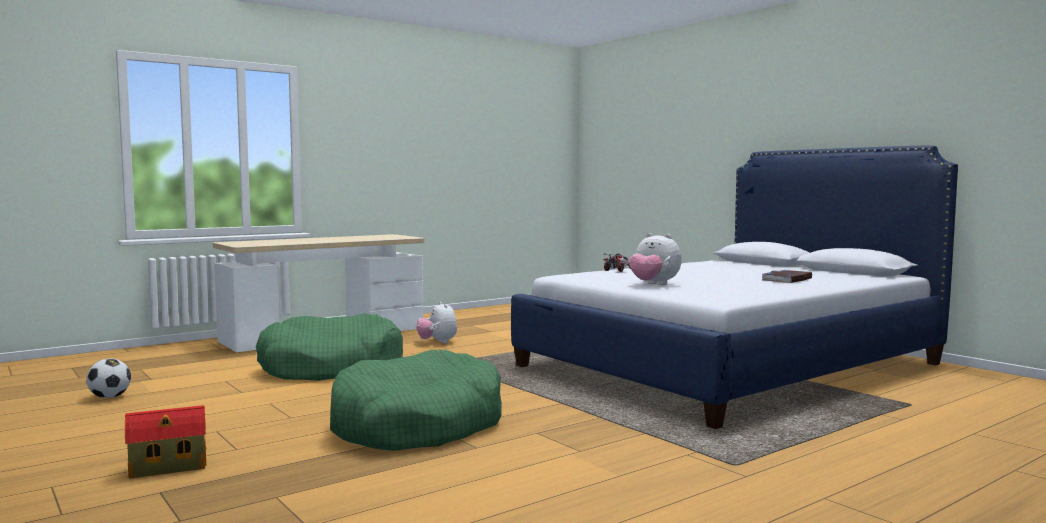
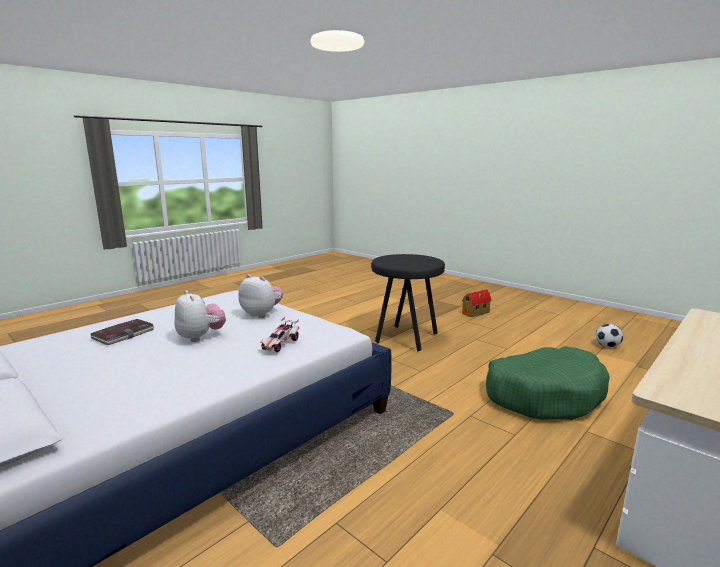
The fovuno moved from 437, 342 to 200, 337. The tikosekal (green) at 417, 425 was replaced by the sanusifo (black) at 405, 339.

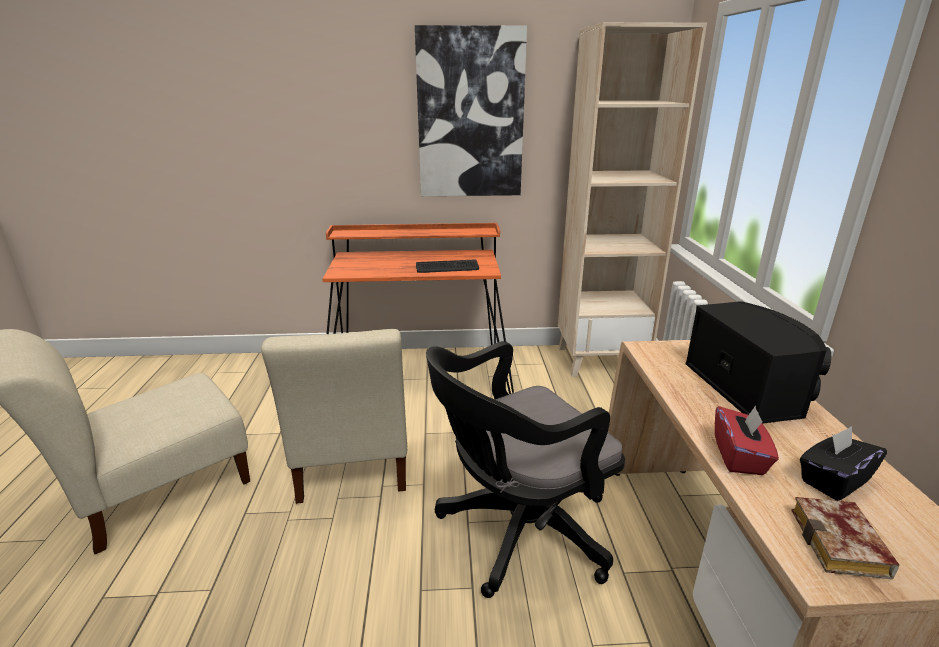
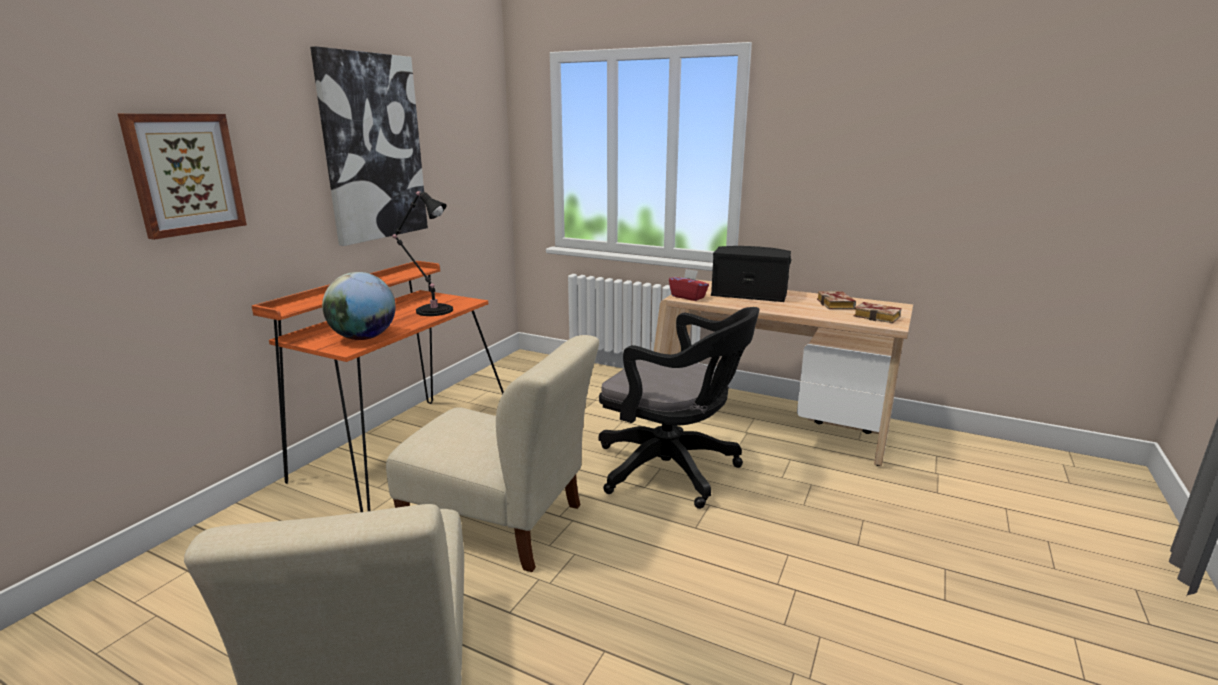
The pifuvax at 185, 174 appeared. The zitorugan at 363, 338 appeared. The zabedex at 447, 267 was replaced by the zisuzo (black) at 432, 310. The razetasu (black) at 517, 532 turned 60 degrees counterclockwise. The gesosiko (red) moved from 739, 457 to 688, 297. The gesosiko (black) at 833, 480 was replaced by the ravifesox at 837, 305. The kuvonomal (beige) at 601, 360 disappeared.

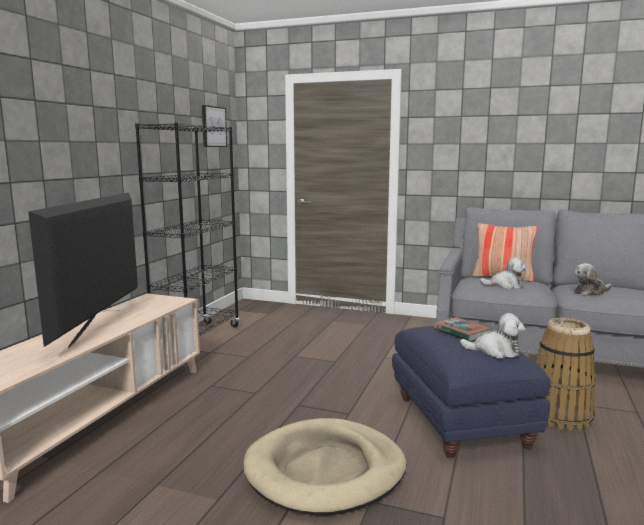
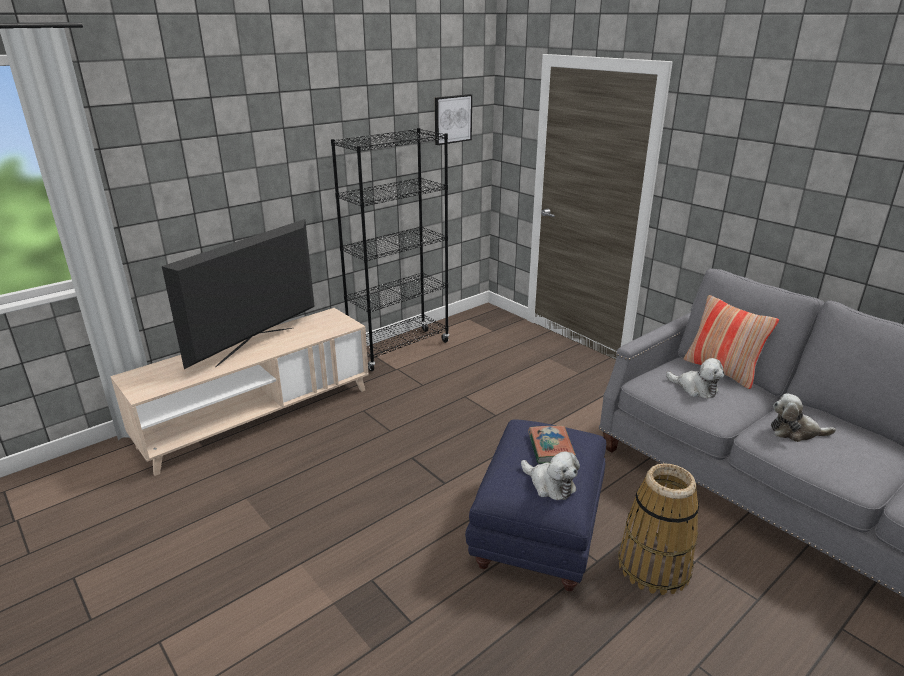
The tikosekal (beige) at 325, 471 disappeared.

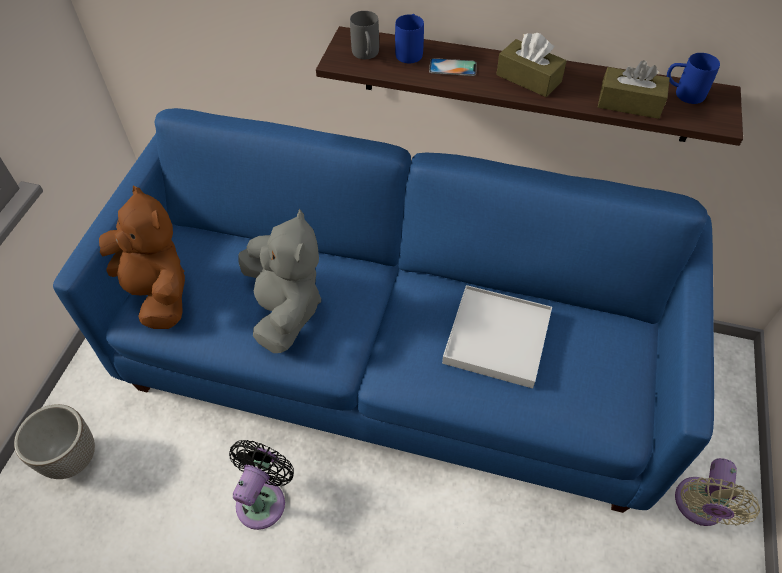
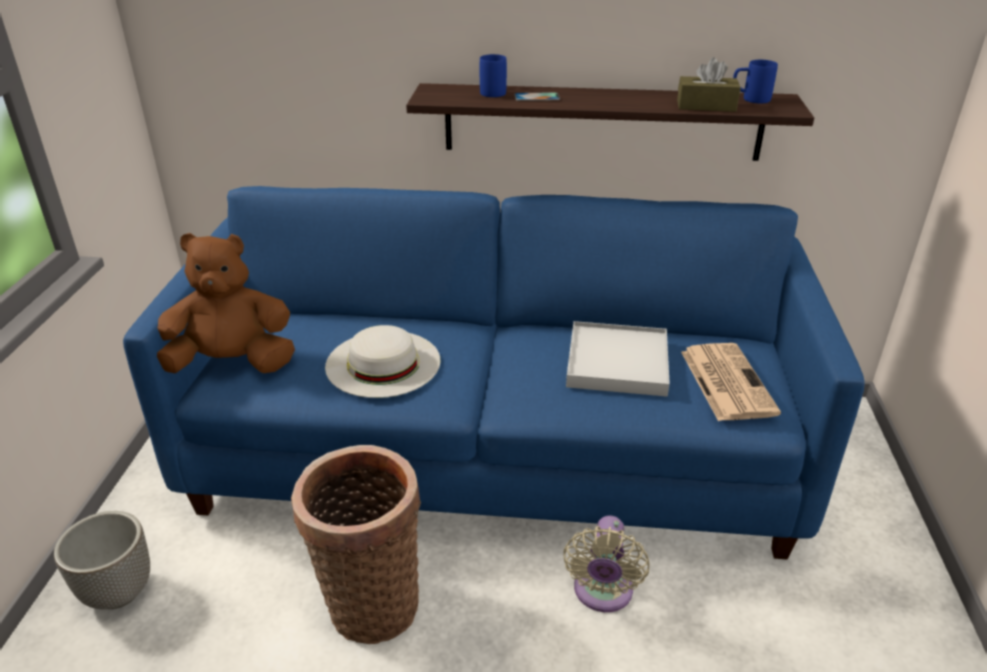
The fovuno (brown) at 155, 293 turned 45 degrees counterclockwise. The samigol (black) at 263, 499 was replaced by the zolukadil at 369, 601. The fovuno (grey) at 285, 309 was replaced by the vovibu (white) at 383, 363. The samigol (beige) moved from 699, 507 to 602, 593. The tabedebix at 726, 381 appeared. The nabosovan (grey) at 366, 55 disappeared. The gesosiko (brown) at 528, 78 disappeared.

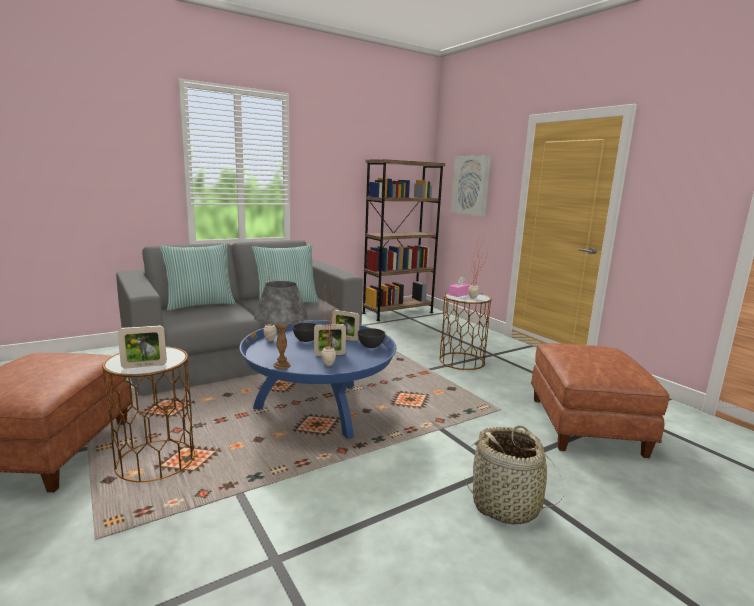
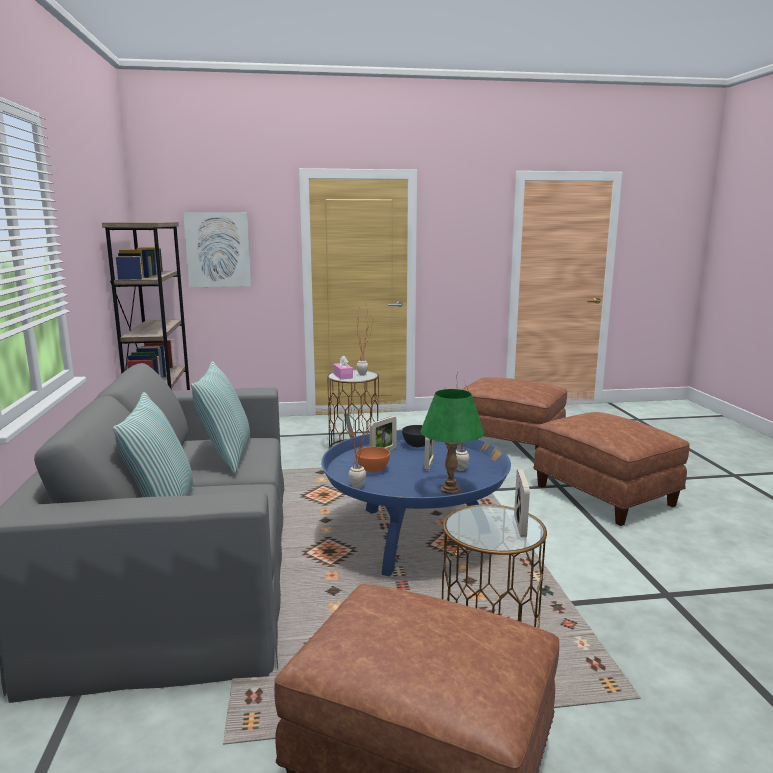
The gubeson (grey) at 306, 340 became the gubeson (orange) at 372, 470. The zisuzo (grey) at 281, 366 became the zisuzo (green) at 450, 490. The zolukadil at 506, 505 was replaced by the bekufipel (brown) at 606, 495.

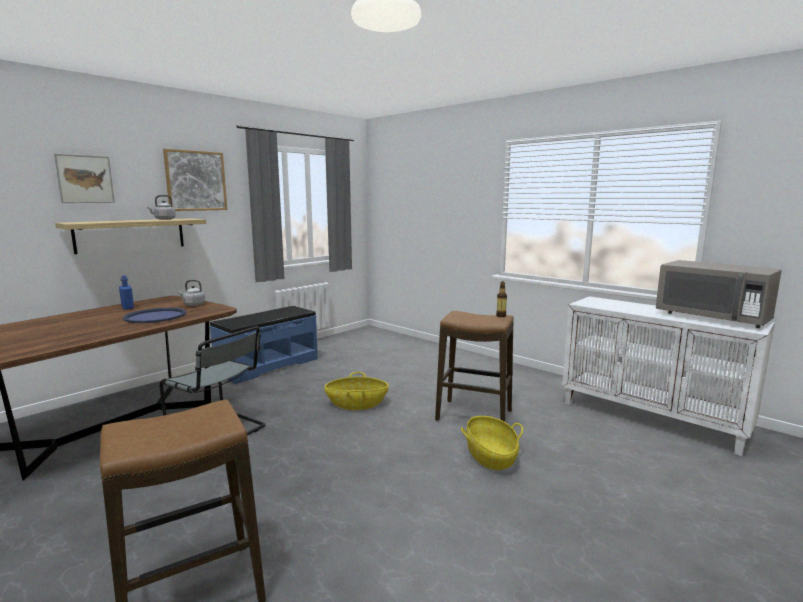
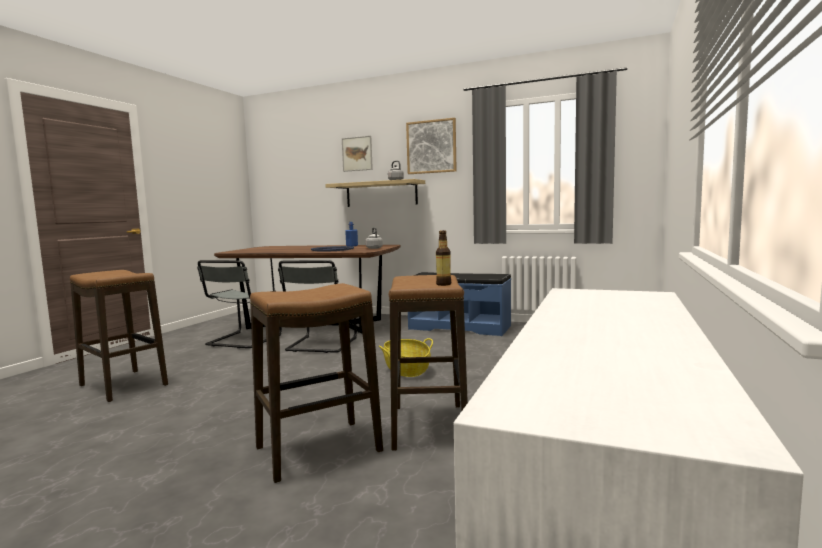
The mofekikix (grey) at 242, 341 appeared. The zolukadil at 490, 456 was replaced by the sanusifo at 319, 450. The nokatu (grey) at 711, 318 disappeared.

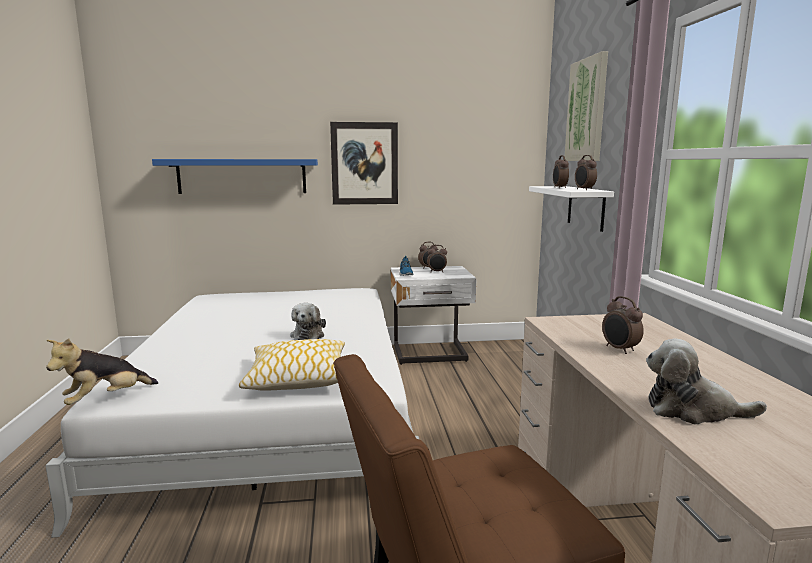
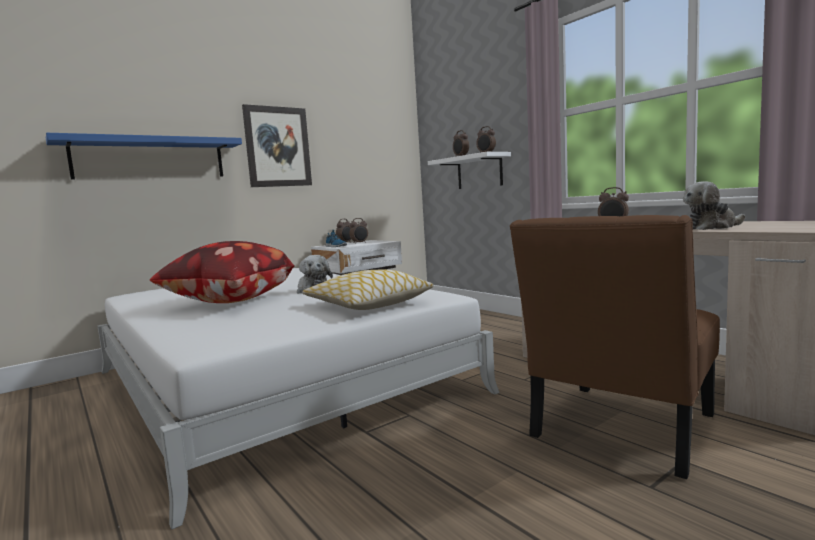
The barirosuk at 230, 302 appeared. The fovuno at 105, 399 disappeared. The pifuvax at 587, 110 disappeared.

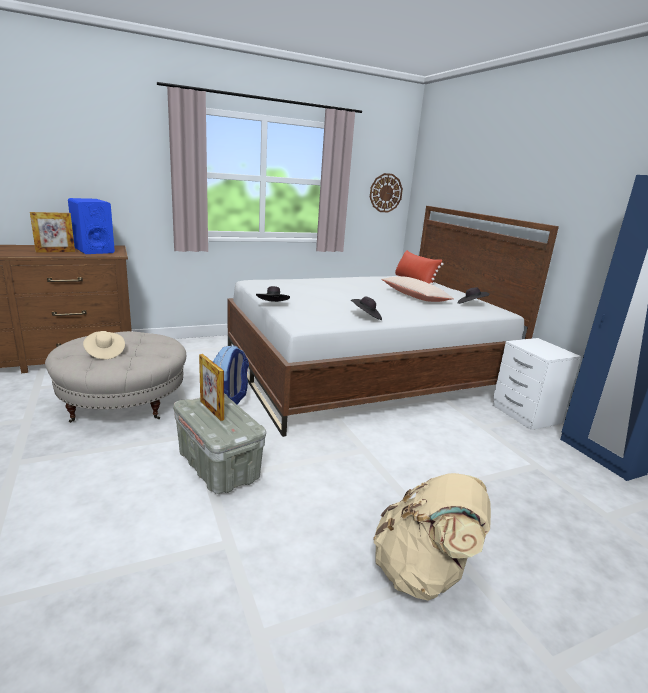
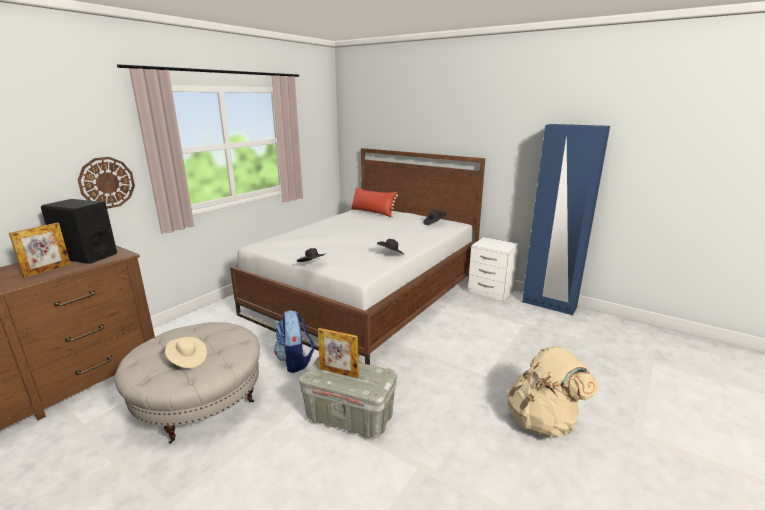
The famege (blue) at 93, 250 became the famege (black) at 86, 256. The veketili moved from 385, 193 to 107, 182. The barirosuk (beige) at 415, 297 disappeared.

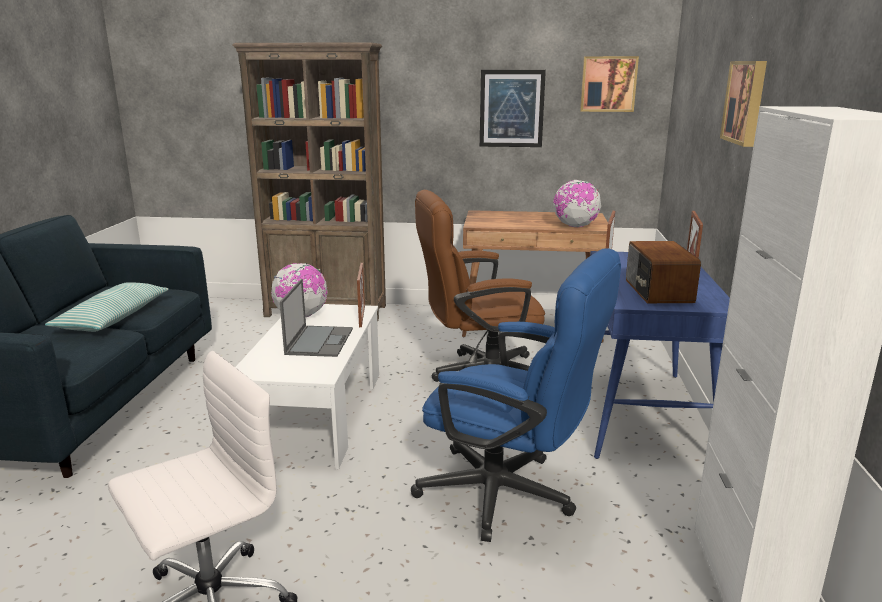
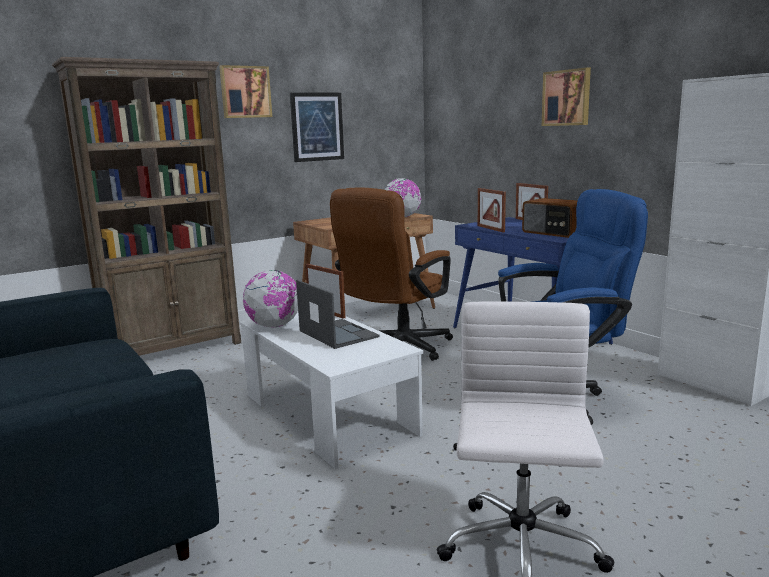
The pifuvax moved from 608, 84 to 245, 92. The barirosuk at 113, 318 disappeared.

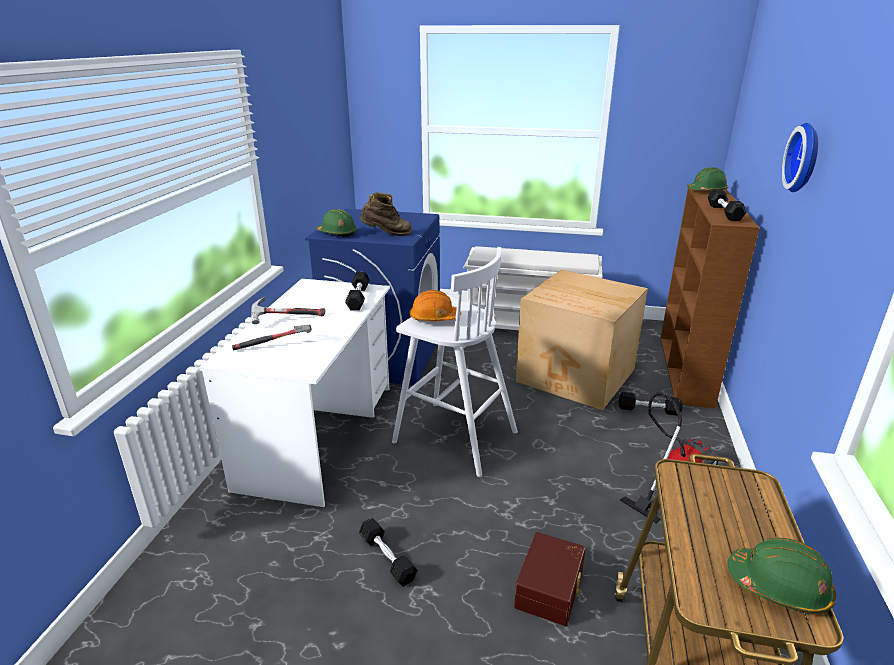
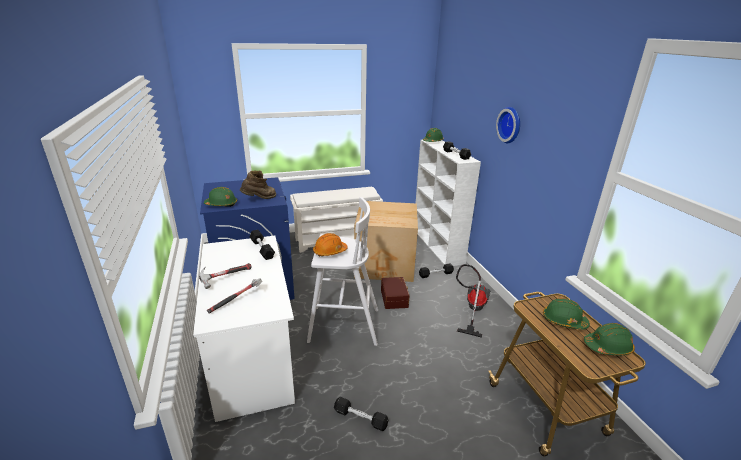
The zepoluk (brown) moved from 551, 588 to 395, 298. The kuvonomal (brown) at 685, 370 became the kuvonomal (white) at 438, 246. The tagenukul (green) at 563, 321 appeared.

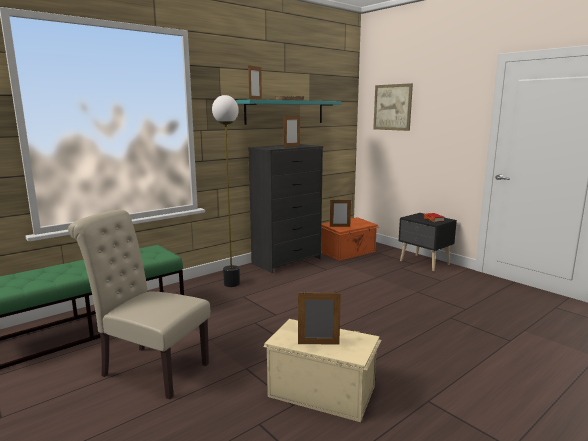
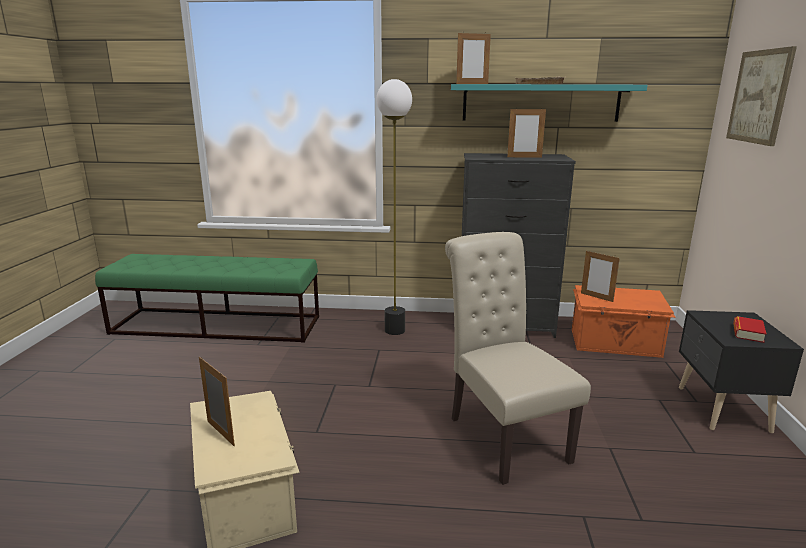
The mofekikix (beige) moved from 149, 368 to 502, 434.

